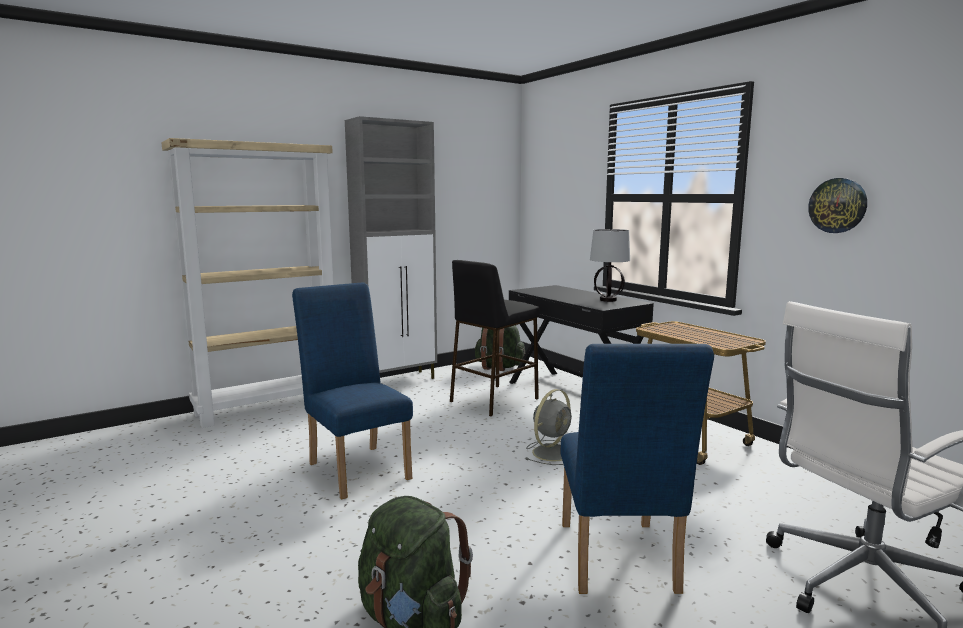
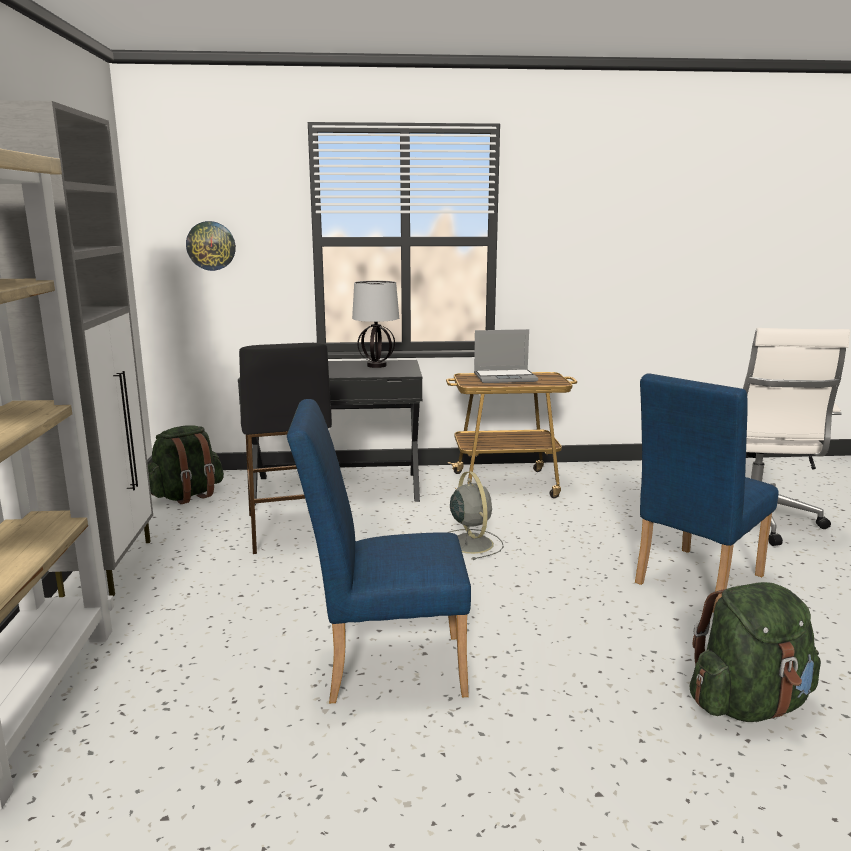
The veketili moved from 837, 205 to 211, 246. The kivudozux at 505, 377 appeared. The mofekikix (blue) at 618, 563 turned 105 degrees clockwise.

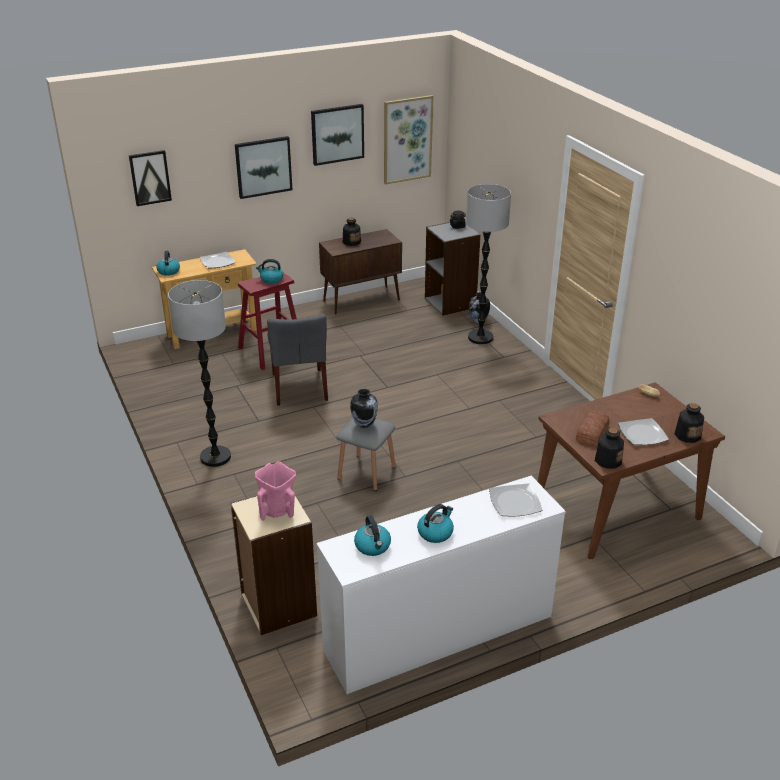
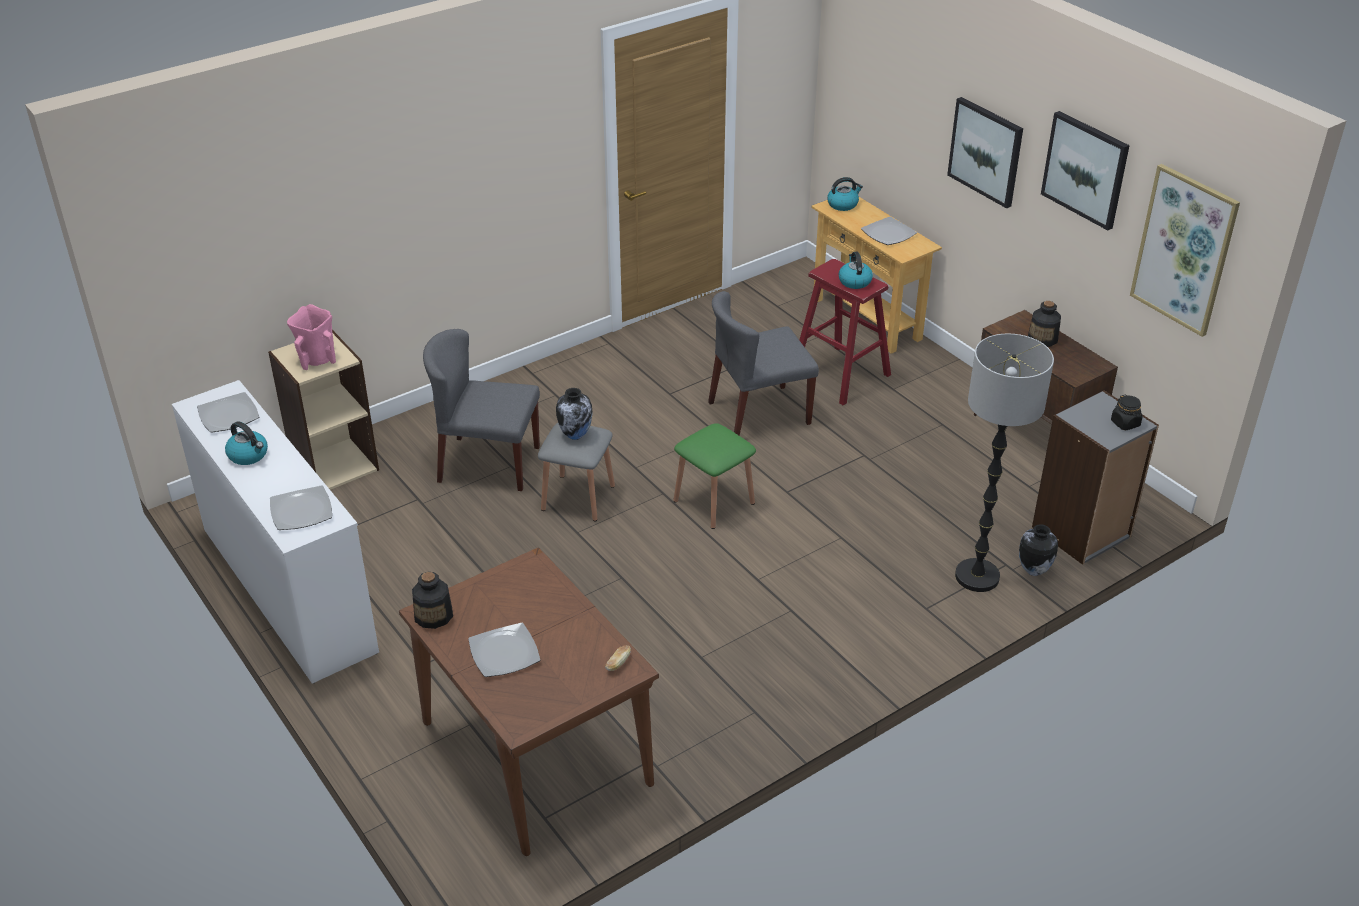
The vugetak at 373, 546 was replaced by the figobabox at 229, 415. The mofekikix (grey) at 488, 464 appeared. The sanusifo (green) at 714, 502 appeared. The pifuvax at 150, 177 disappeared. The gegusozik at 215, 457 disappeared. The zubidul at 593, 433 disappeared. The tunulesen at 687, 435 disappeared.

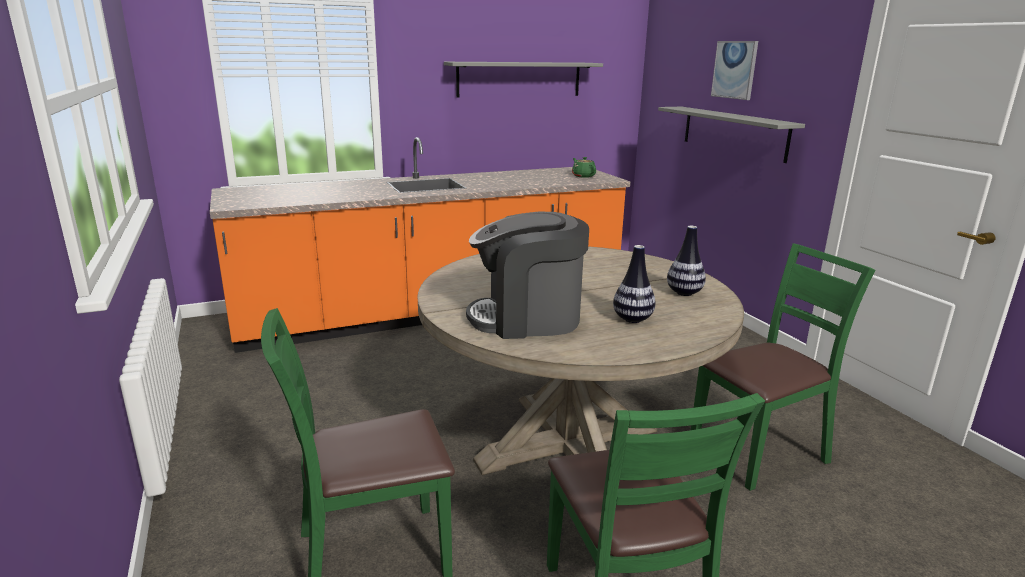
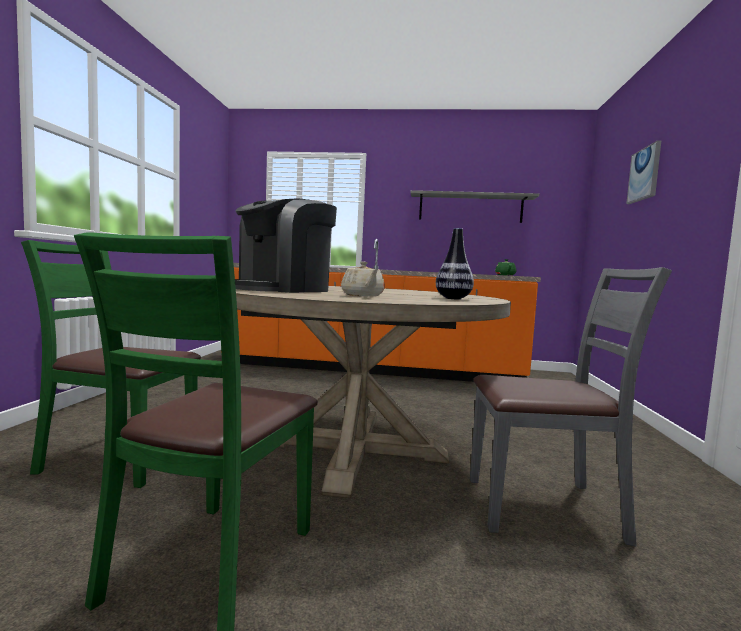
The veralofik at 527, 318 turned 75 degrees counterclockwise. The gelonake at 632, 319 was replaced by the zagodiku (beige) at 362, 296. The mofekikix (green) at 758, 451 became the mofekikix (grey) at 544, 508. The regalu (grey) at 733, 132 disappeared.

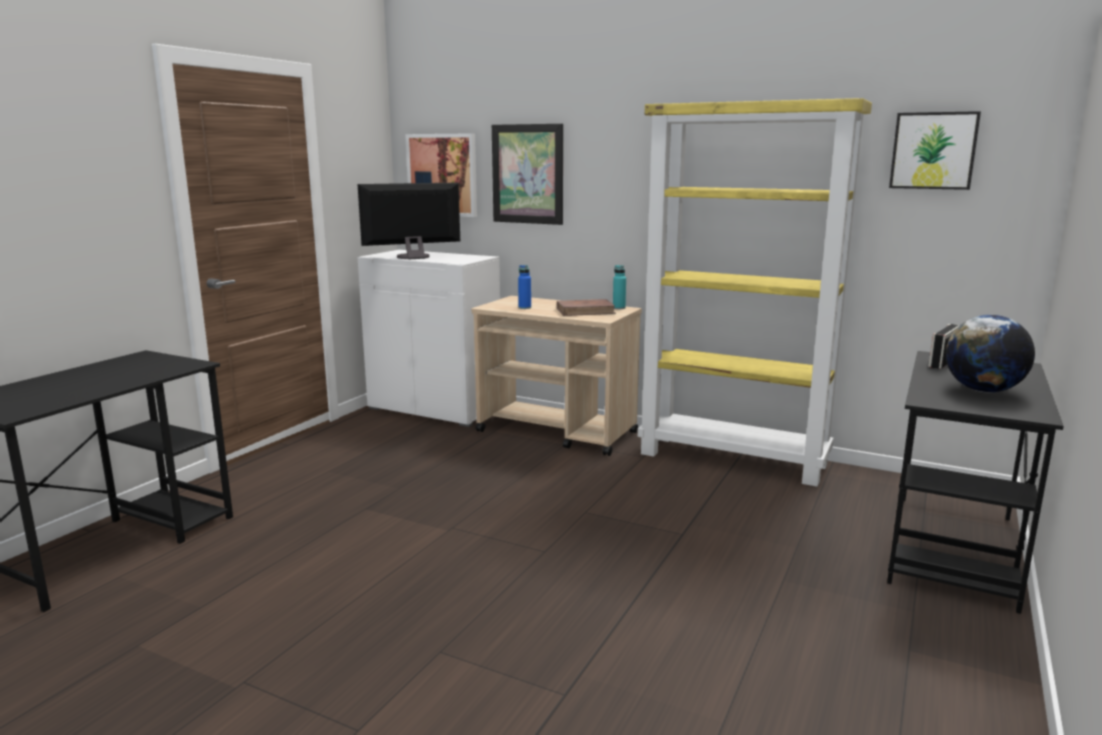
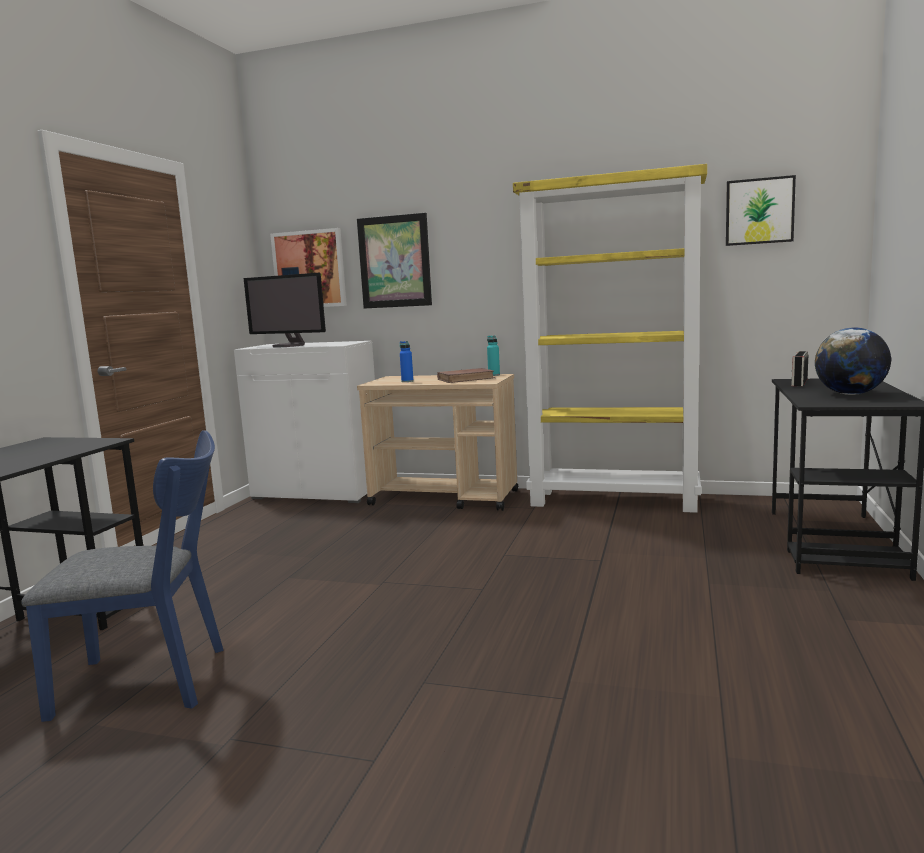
The mofekikix (blue) at 154, 681 appeared. The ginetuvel at 412, 257 turned 120 degrees counterclockwise.

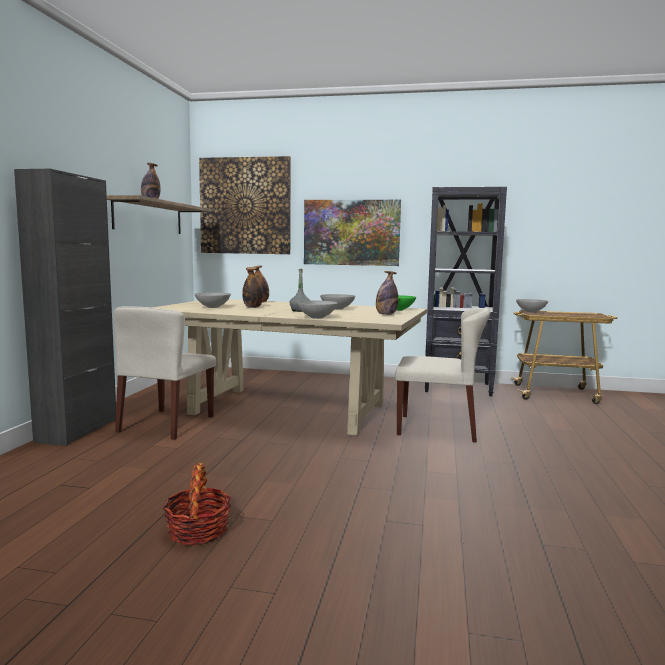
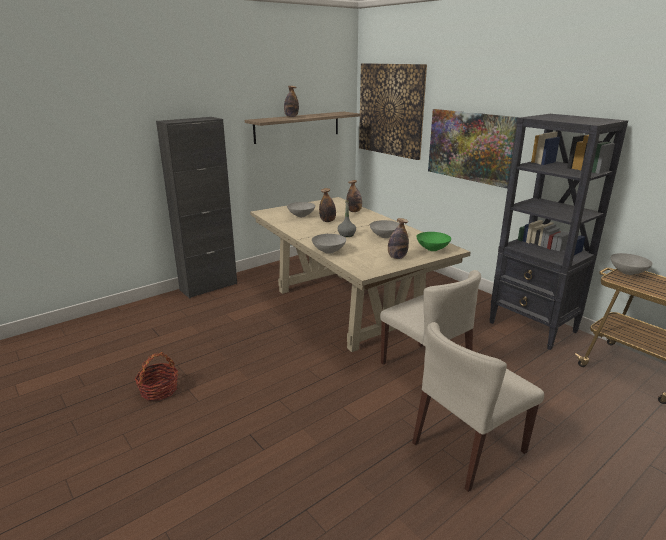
The mofekikix (beige) moved from 166, 424 to 468, 448.

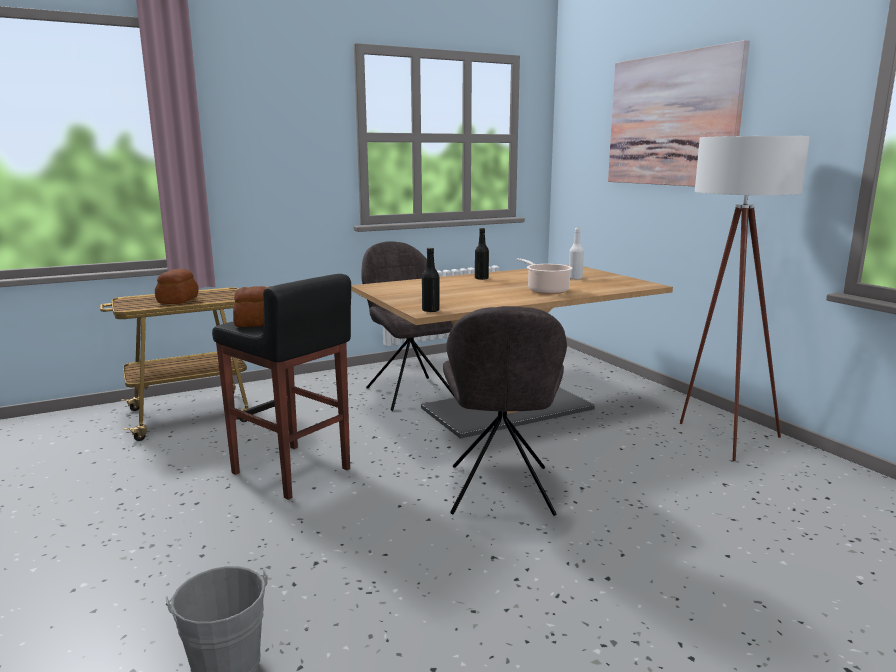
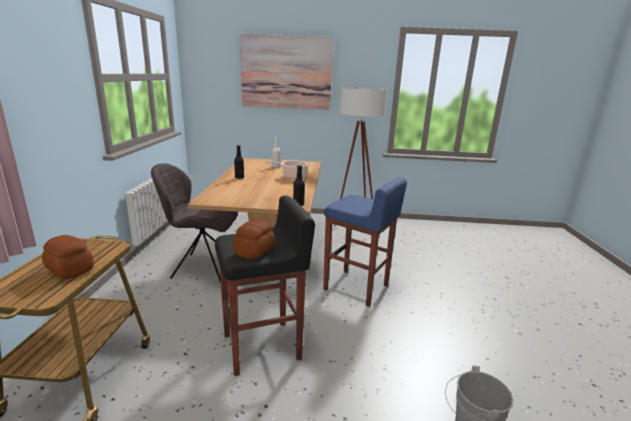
The mofekikix (grey) at 500, 492 was replaced by the sanusifo (blue) at 356, 288.

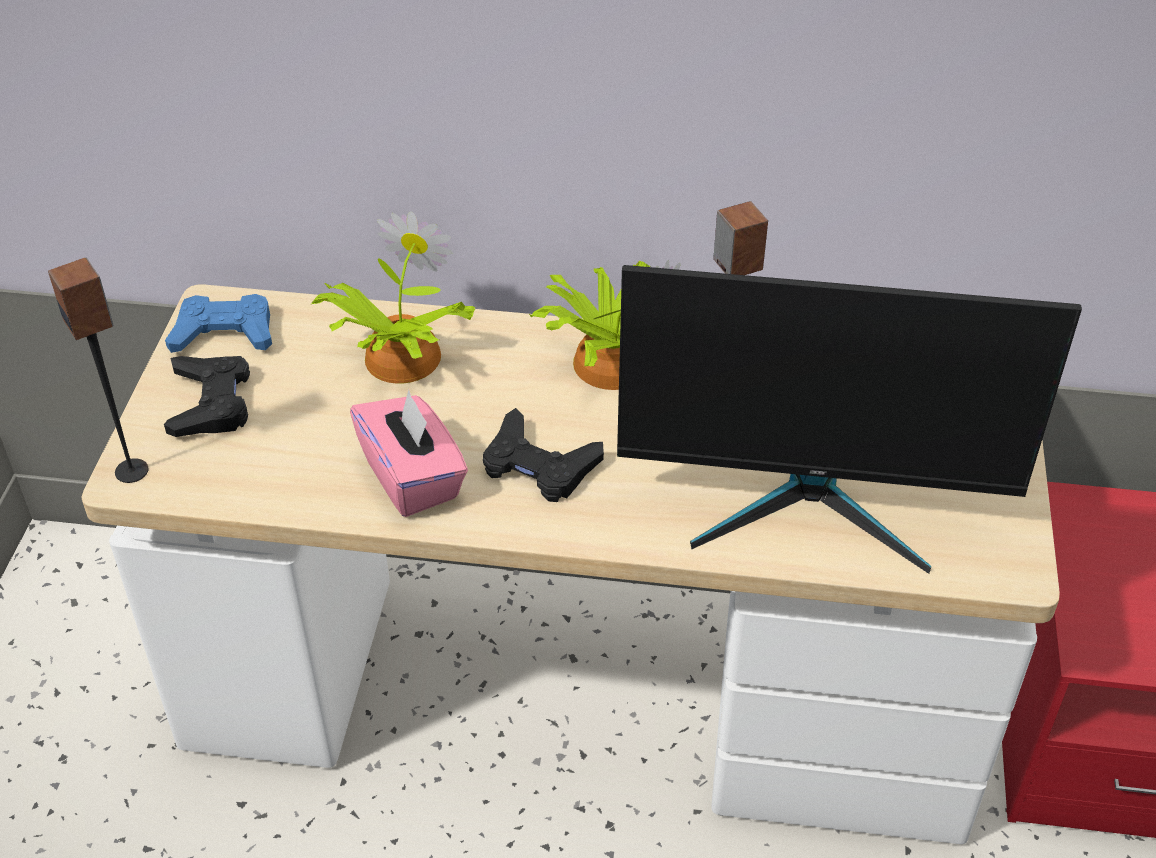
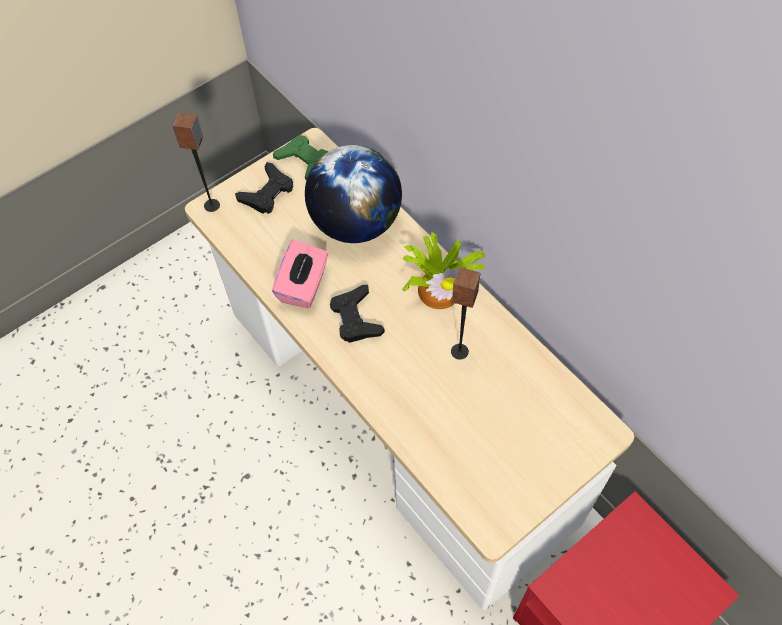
The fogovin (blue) at 224, 333 became the fogovin (green) at 304, 161. The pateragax at 398, 359 was replaced by the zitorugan at 356, 223. The ginetuvel at 813, 505 disappeared.

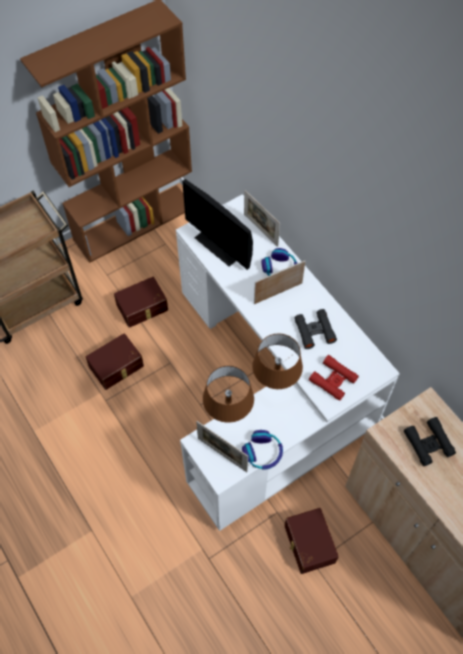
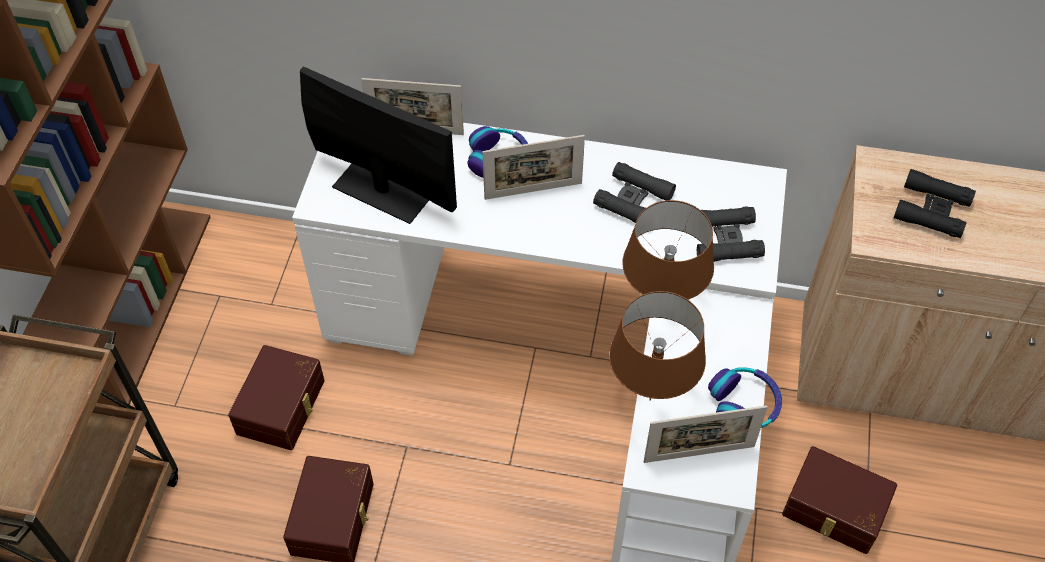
The ginetuvel at 219, 245 turned 150 degrees counterclockwise. The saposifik at 278, 293 turned 120 degrees counterclockwise. The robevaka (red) at 333, 380 became the robevaka (black) at 725, 240.

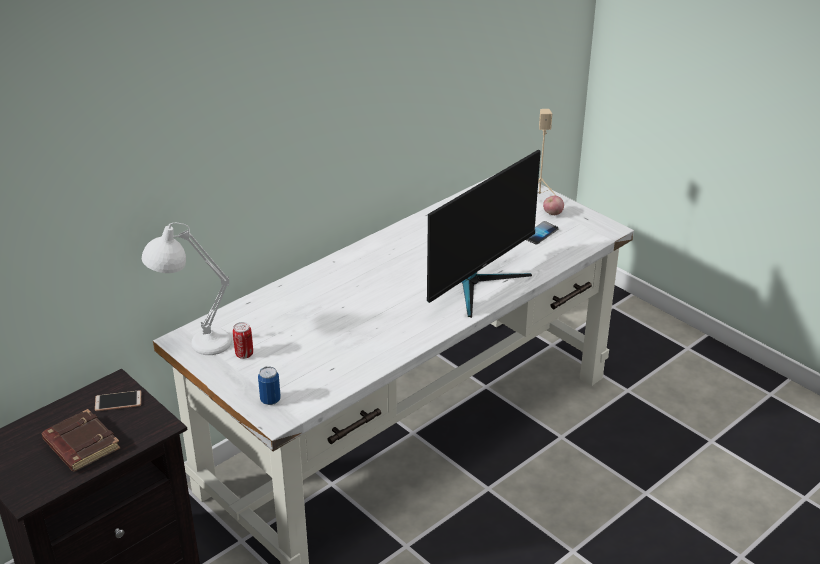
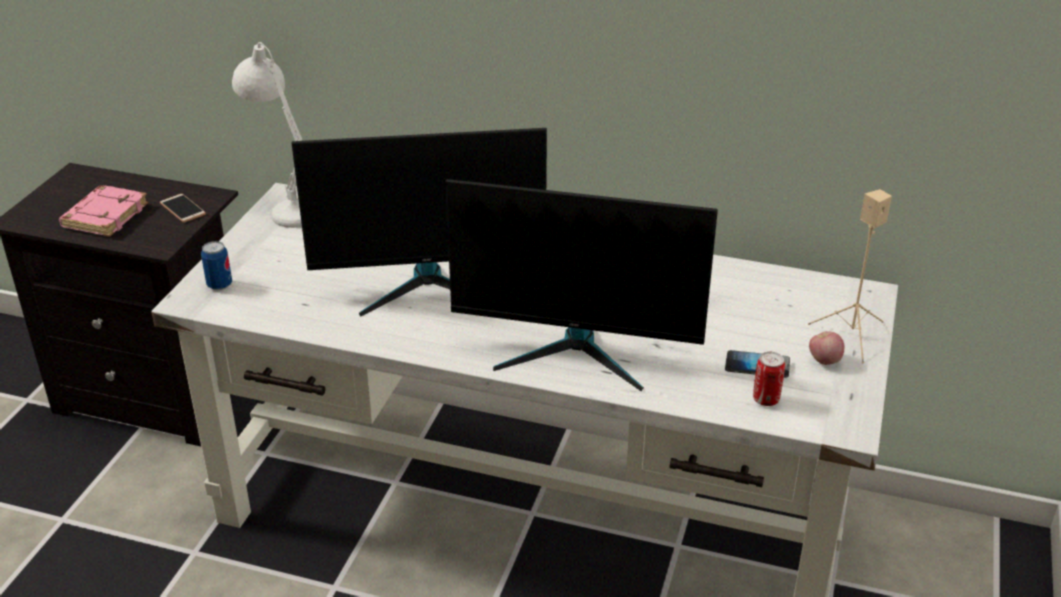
The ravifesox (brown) at 80, 445 became the ravifesox (pink) at 105, 216. The ginetuvel at 429, 286 appeared. The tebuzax moved from 244, 354 to 766, 399.

